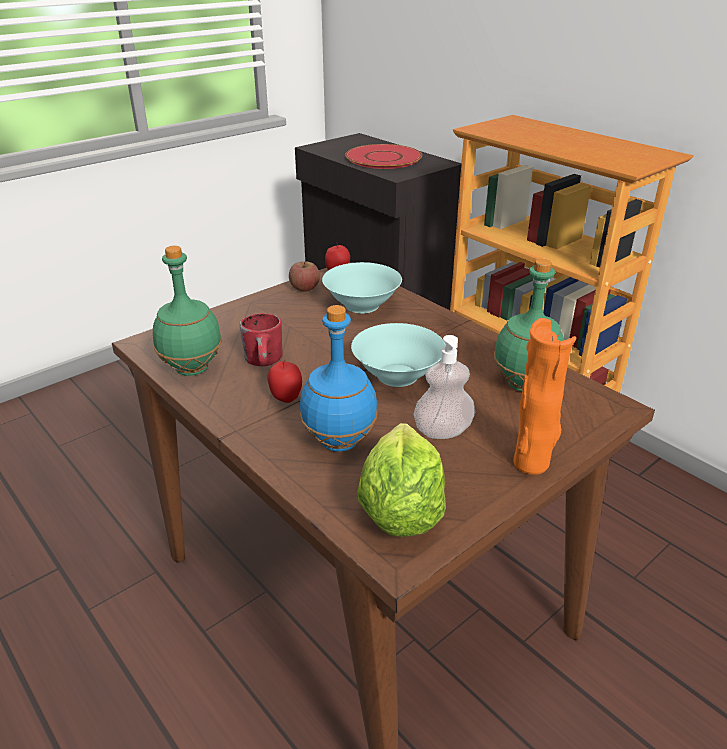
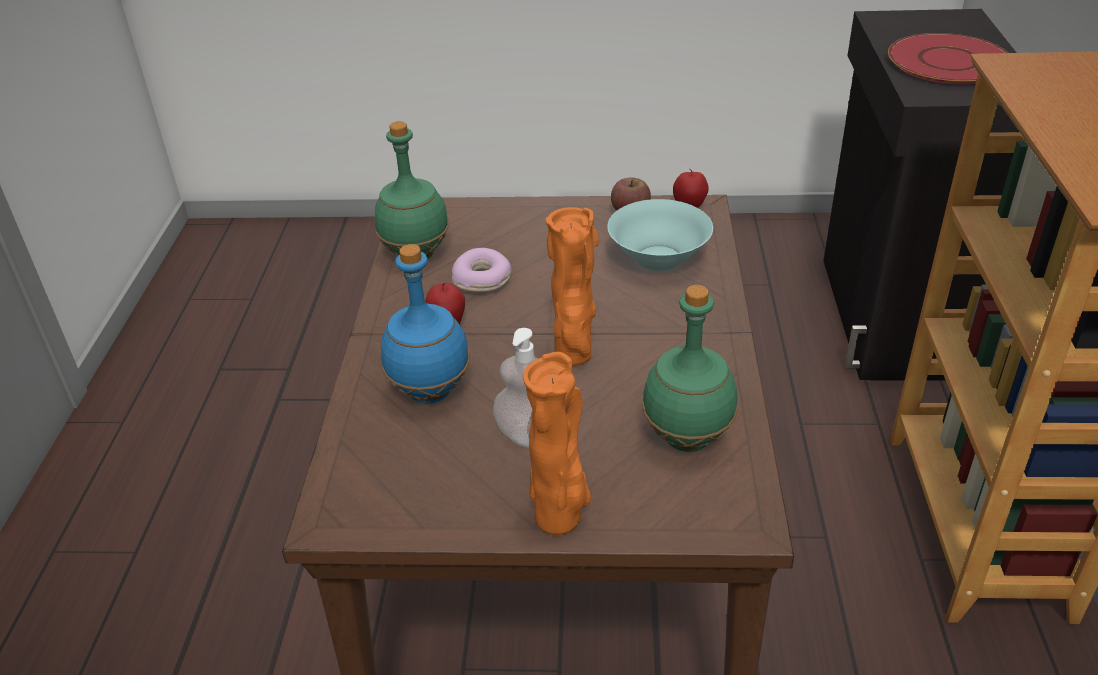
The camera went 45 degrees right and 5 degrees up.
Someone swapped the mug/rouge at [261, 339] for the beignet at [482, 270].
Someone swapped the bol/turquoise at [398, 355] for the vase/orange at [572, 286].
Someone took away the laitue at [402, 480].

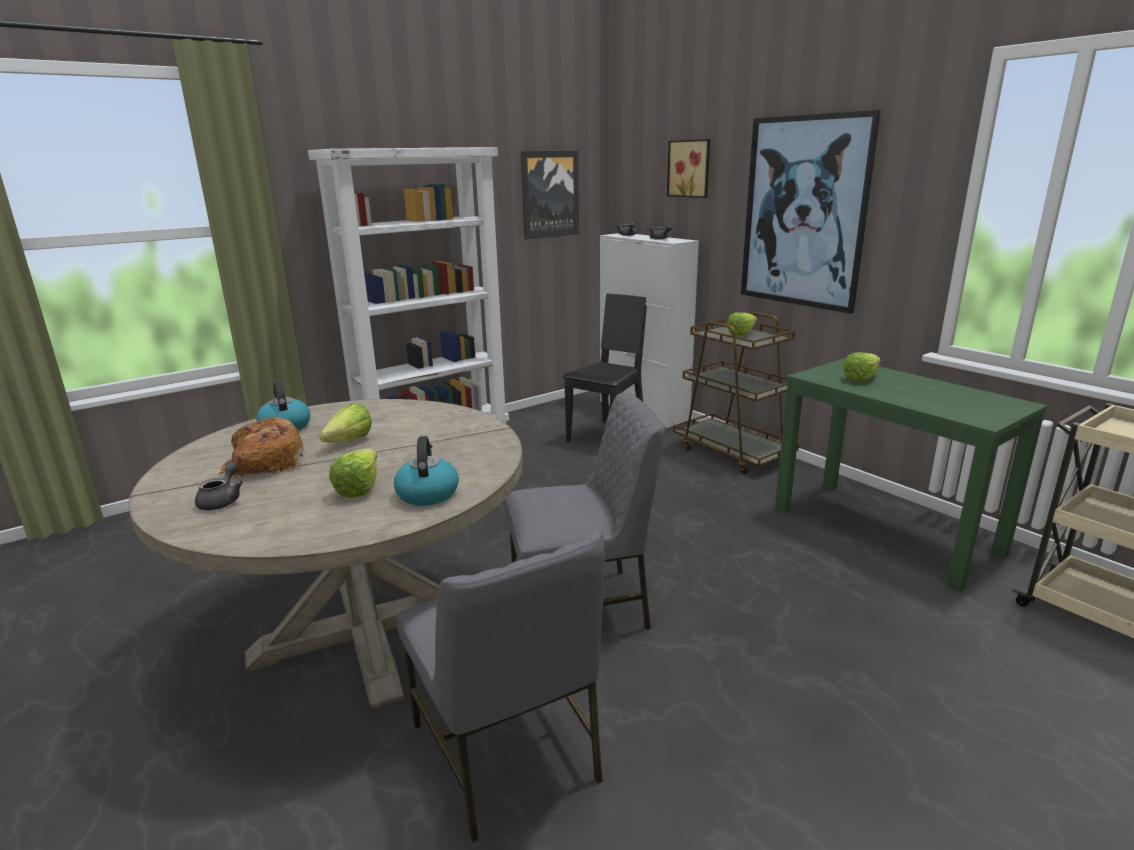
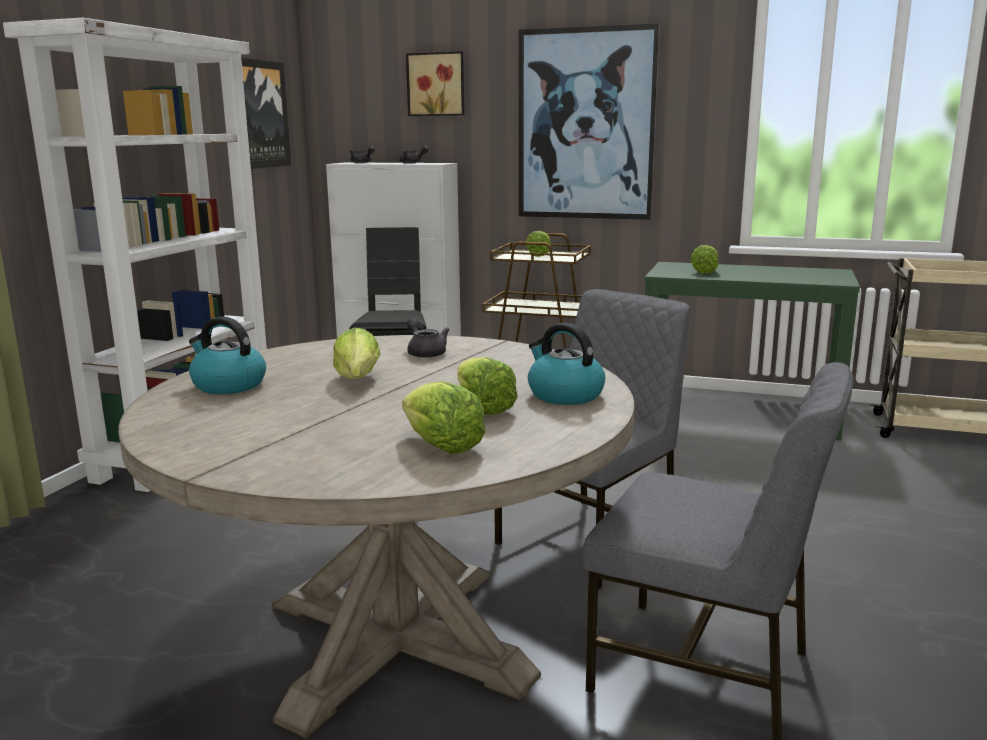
The camera went 35 degrees left and 5 degrees down.
Someone put down the laitue at [444, 417].
Someone carried the théière/gris from [219, 486] to [428, 338].
Someone took away the pain at [261, 447].

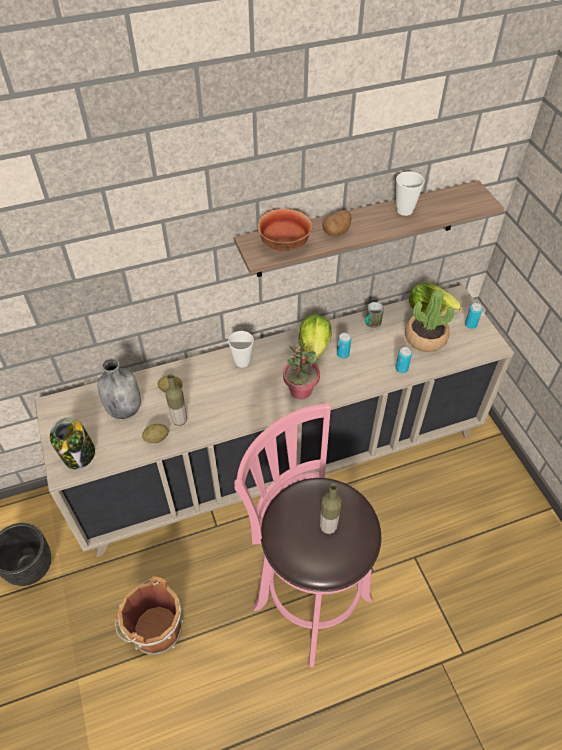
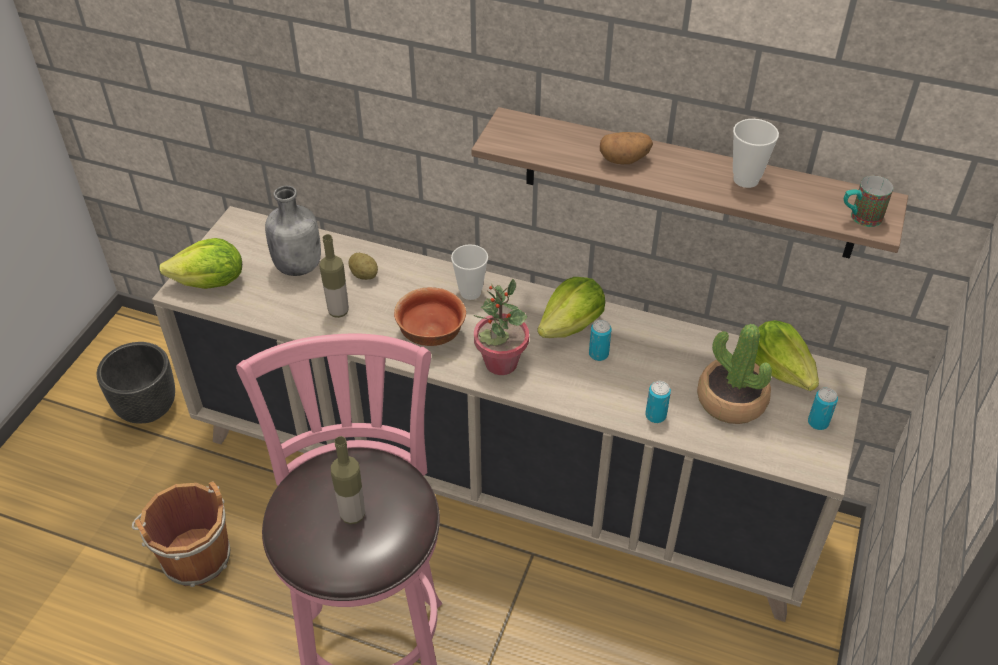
The camera went 40 degrees right and 5 degrees down.
Someone swapped the bocal at [72, 443] for the laitue at [200, 263].
Someone carried the bol from [285, 230] to [430, 316].
Someone carried the mug from [374, 315] to [868, 201].
Someone took away the pomme de terre at [155, 433].

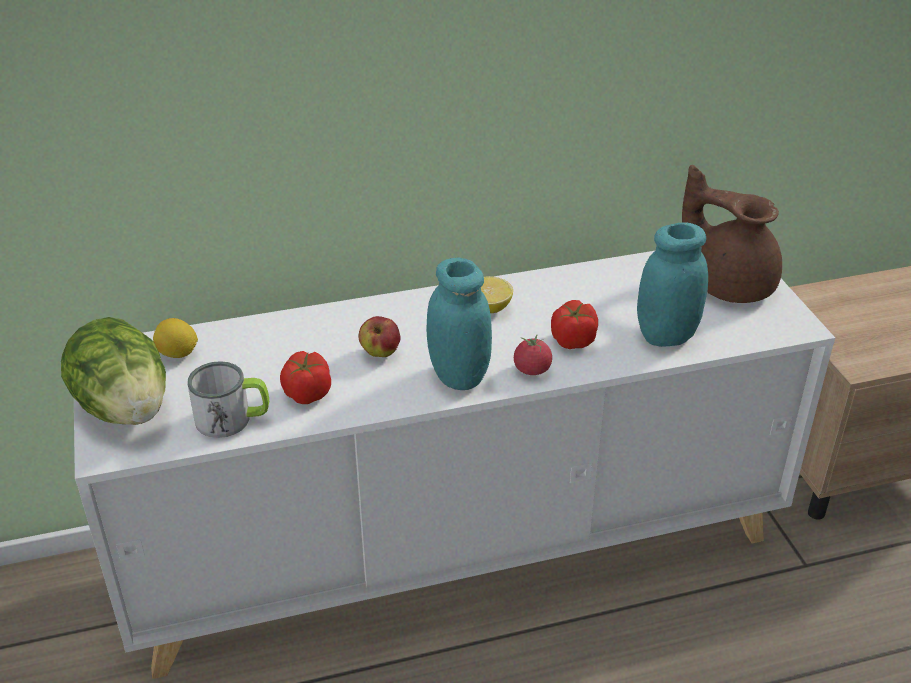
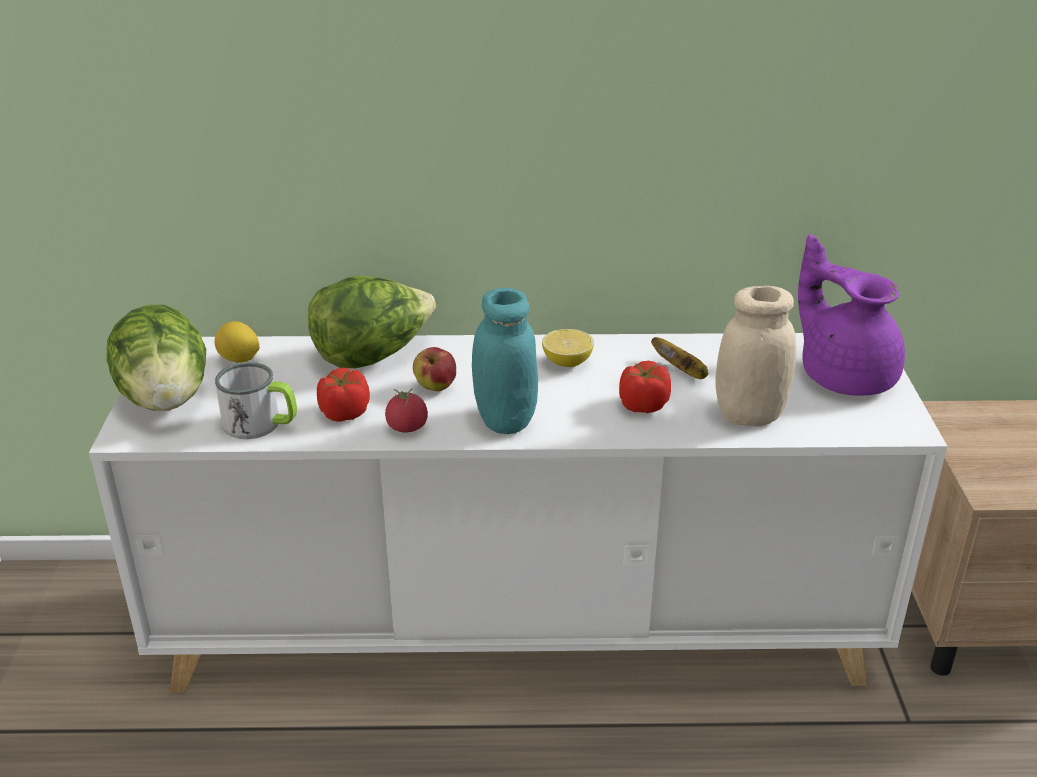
The camera went 15 degrees right and 5 degrees down.
Someone put down the laitue at [372, 321].
Someone carried the tomate from [533, 355] to [406, 410].
Someone put down the banane at [679, 358].
Someone repainted the bocal/turquoise at [672, 285], which became the bocal/beige at [755, 356].
Someone repainted the théière/marron at [732, 234], which became the théière/violet at [851, 315].

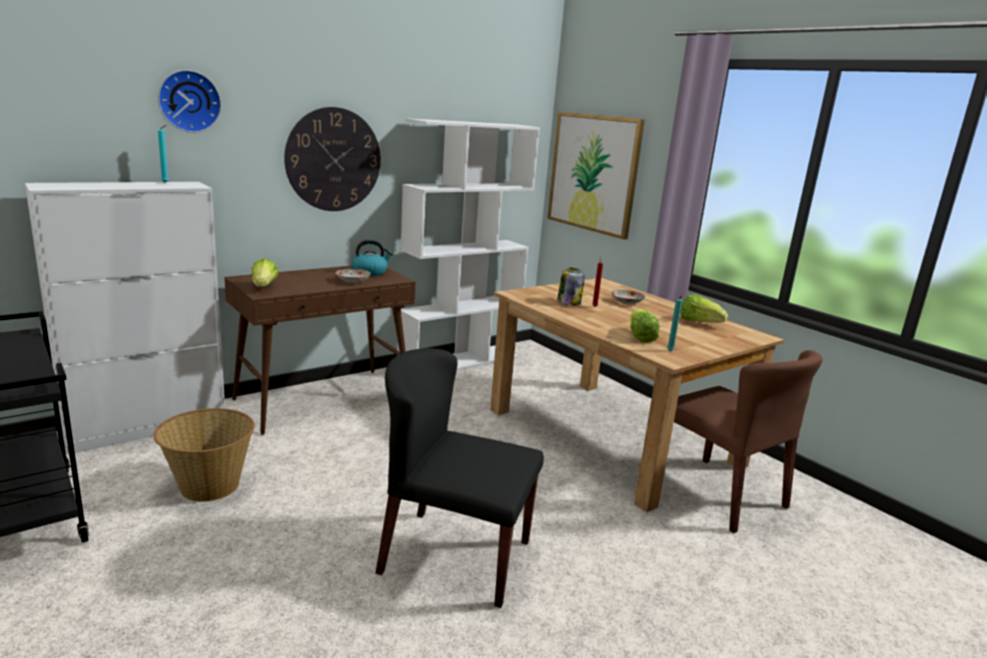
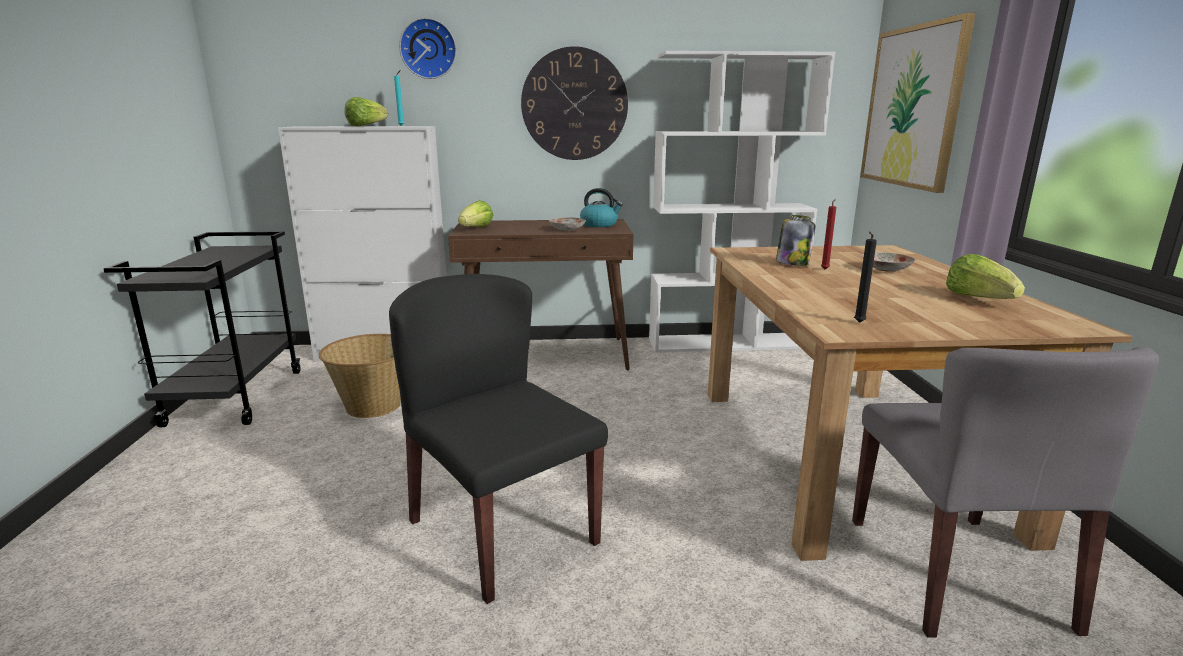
The camera went 35 degrees right and 0 degrees up.
Someone carried the laitue from [644, 326] to [366, 111].
Someone repainted the chaise/marron at [748, 441], which became the chaise/gris at [1005, 492].
Someone repainted the bougie/turquoise at [674, 323], which became the bougie/noir at [865, 277].

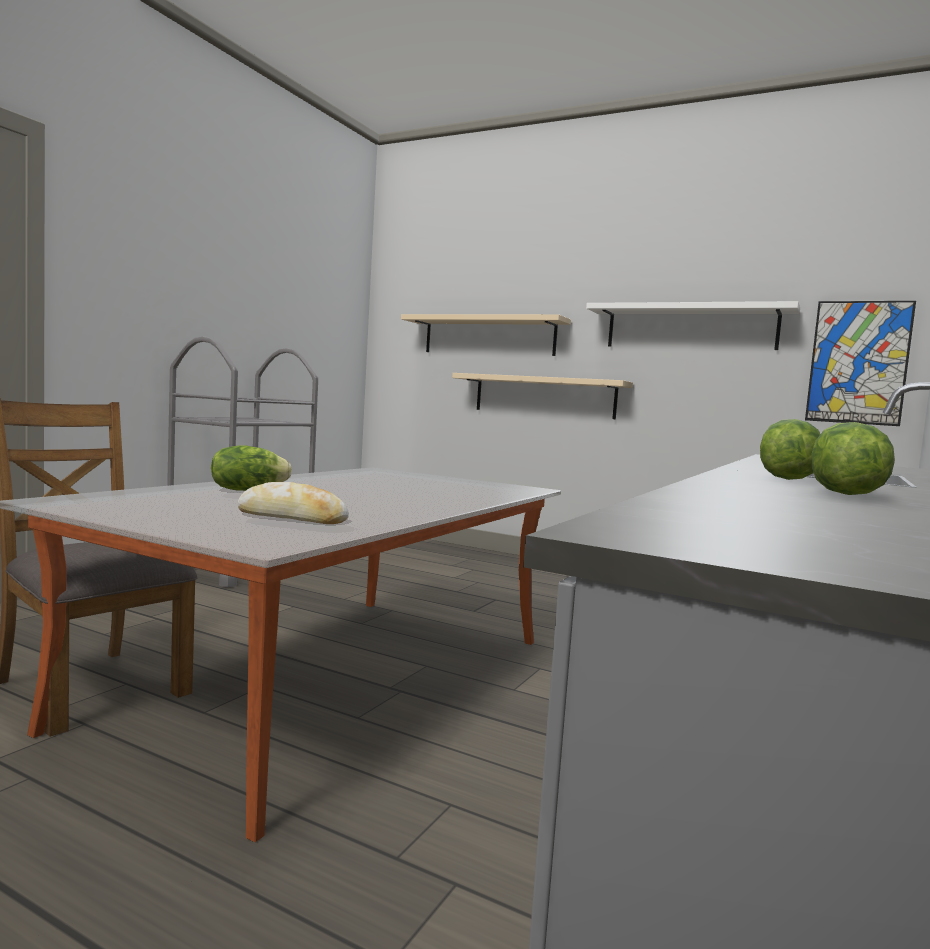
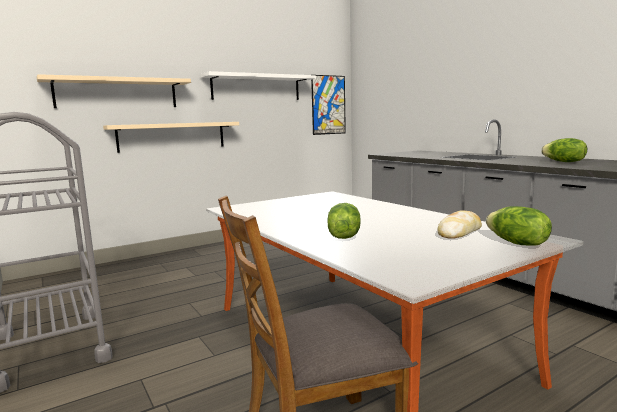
The camera went 60 degrees left and 5 degrees up.
Someone carried the laitue from [790, 449] to [519, 226].

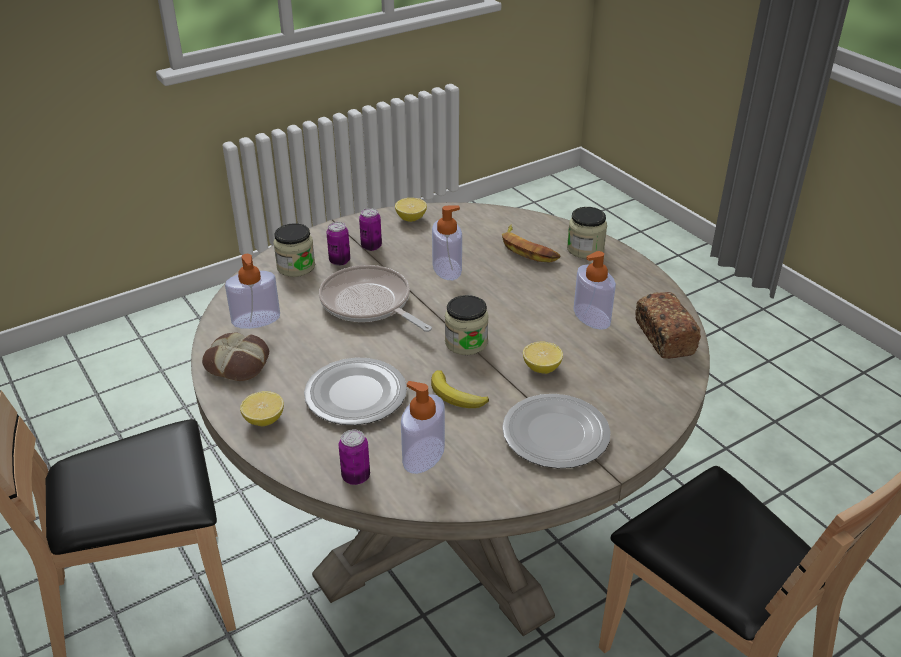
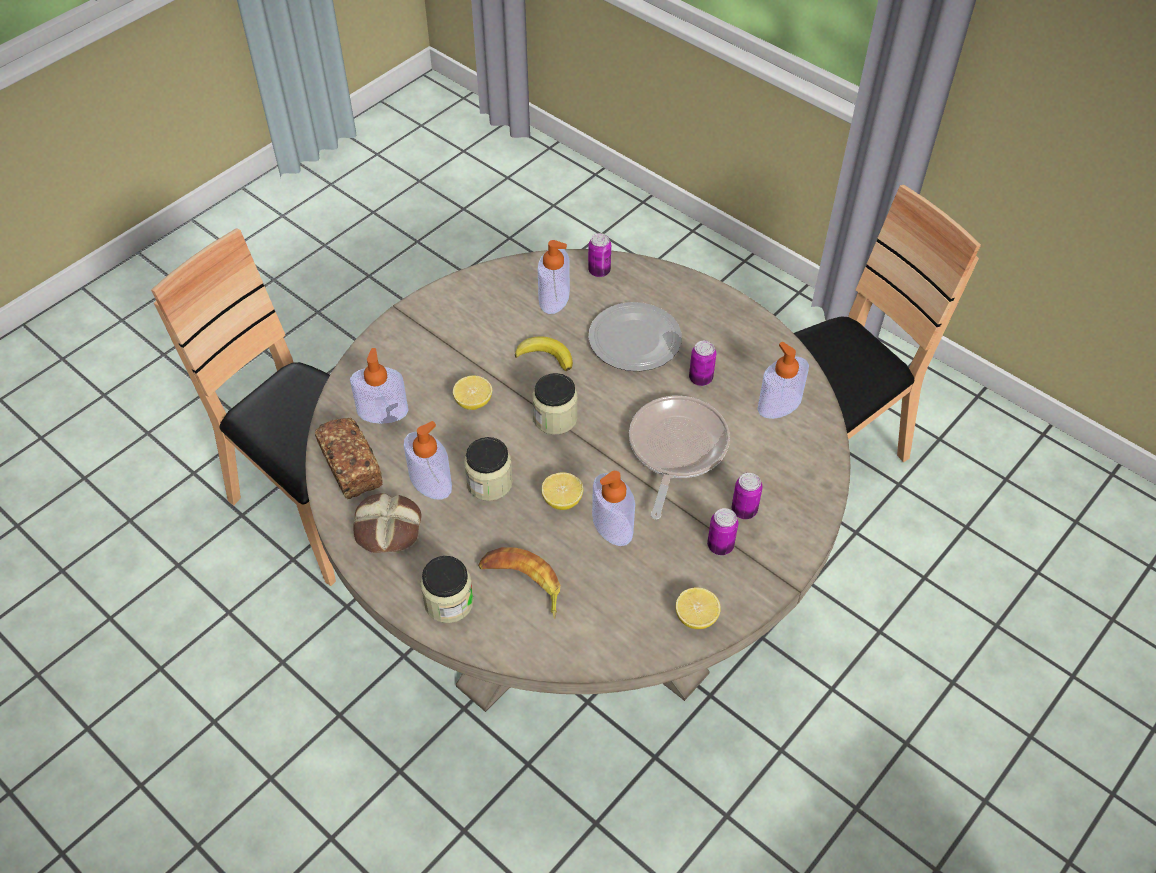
The camera went 165 degrees right and 15 degrees up.
Someone put down the distributeur de savon at [379, 386].
Someone carried the pain from [235, 356] to [387, 523].
Someone carried the bocal from [294, 250] to [488, 469].
Someone carried the citron from [262, 408] to [562, 491].
Someone rotated the poêle at [375, 298] by 105 degrees counterclockwise.
Someone put down the boîte métallique at [702, 363].
Someone took away the assiette at [556, 431].

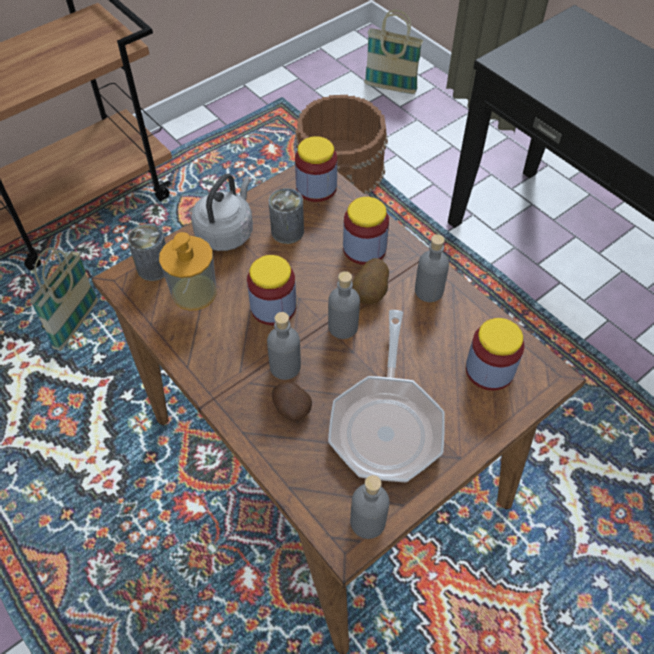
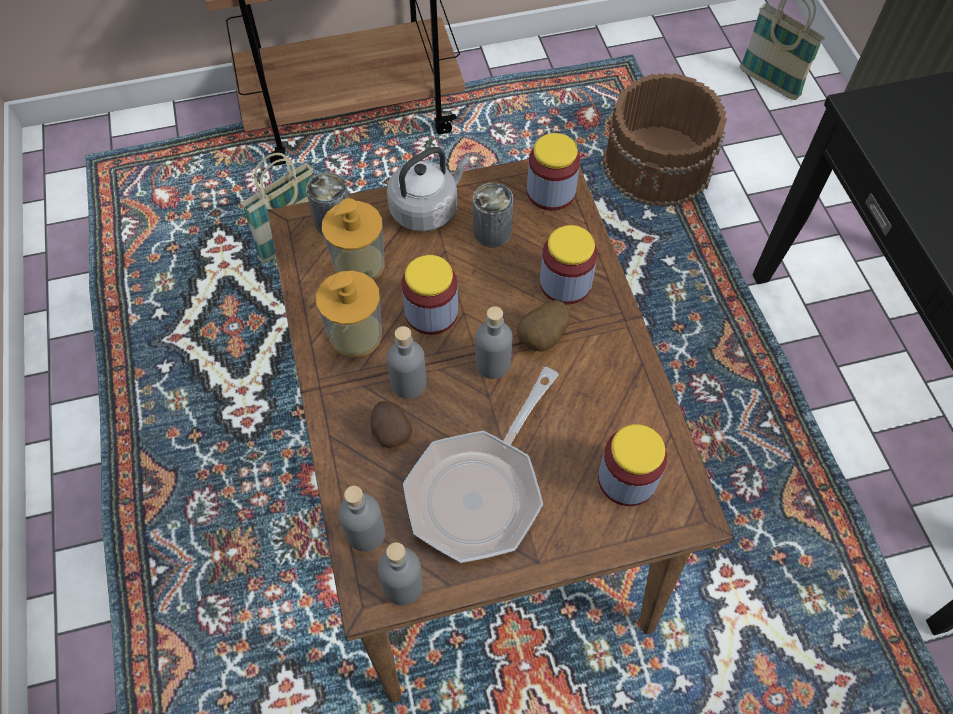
The camera went 25 degrees right and 5 degrees up.
Someone put down the distributeur de savon at [349, 314].
Someone carried the bouteille/gris from [432, 268] to [362, 519].

